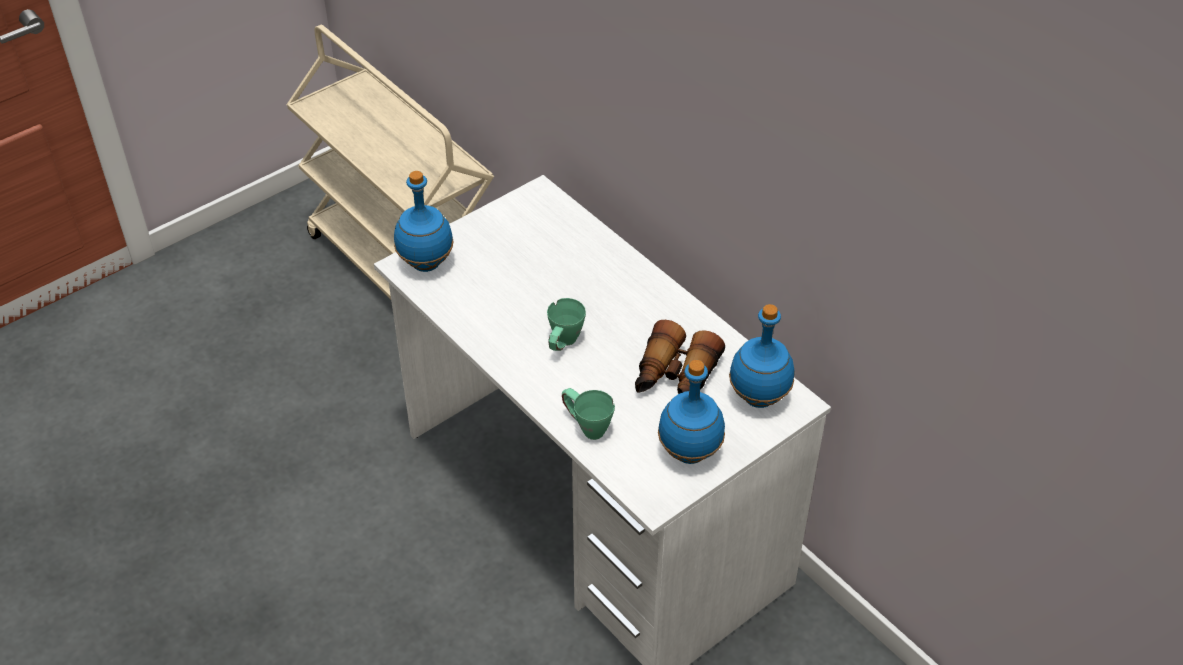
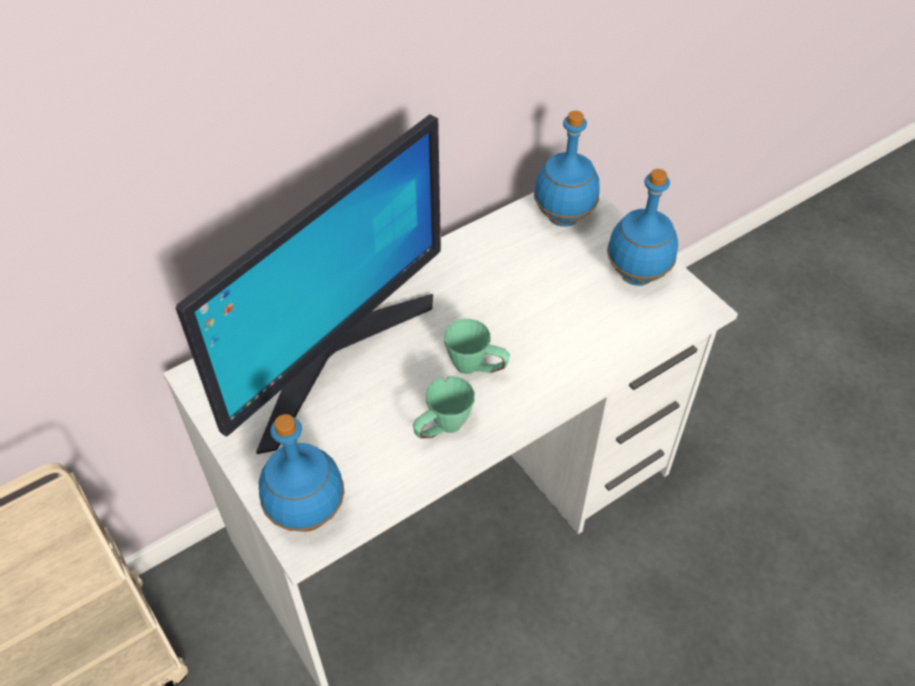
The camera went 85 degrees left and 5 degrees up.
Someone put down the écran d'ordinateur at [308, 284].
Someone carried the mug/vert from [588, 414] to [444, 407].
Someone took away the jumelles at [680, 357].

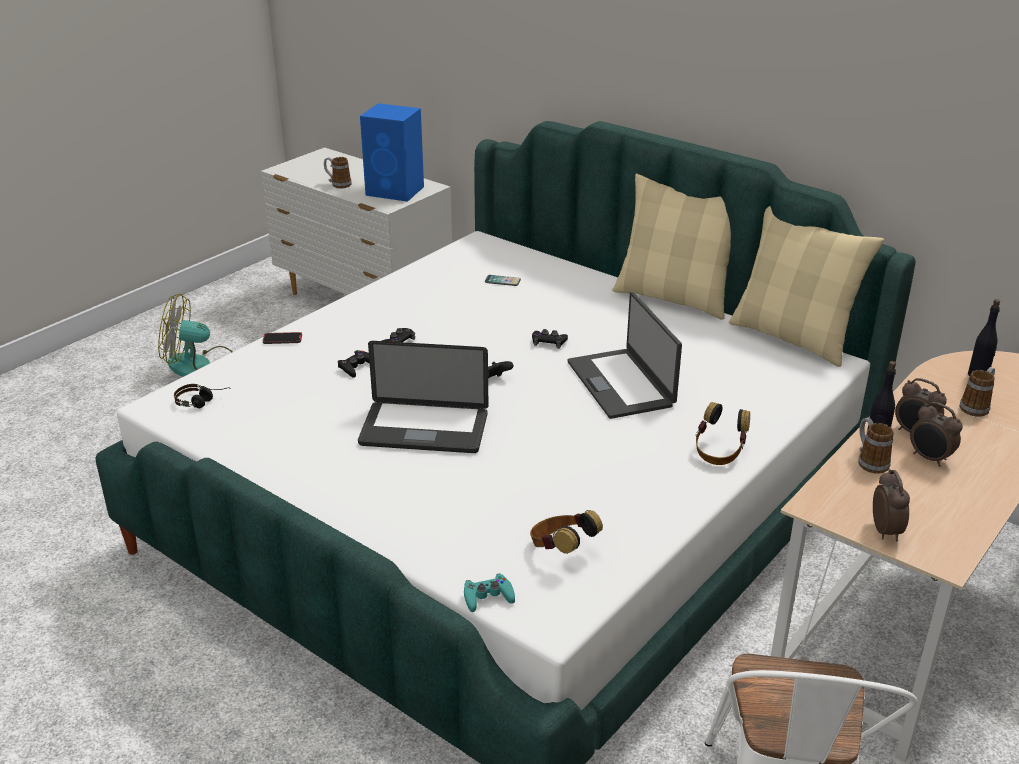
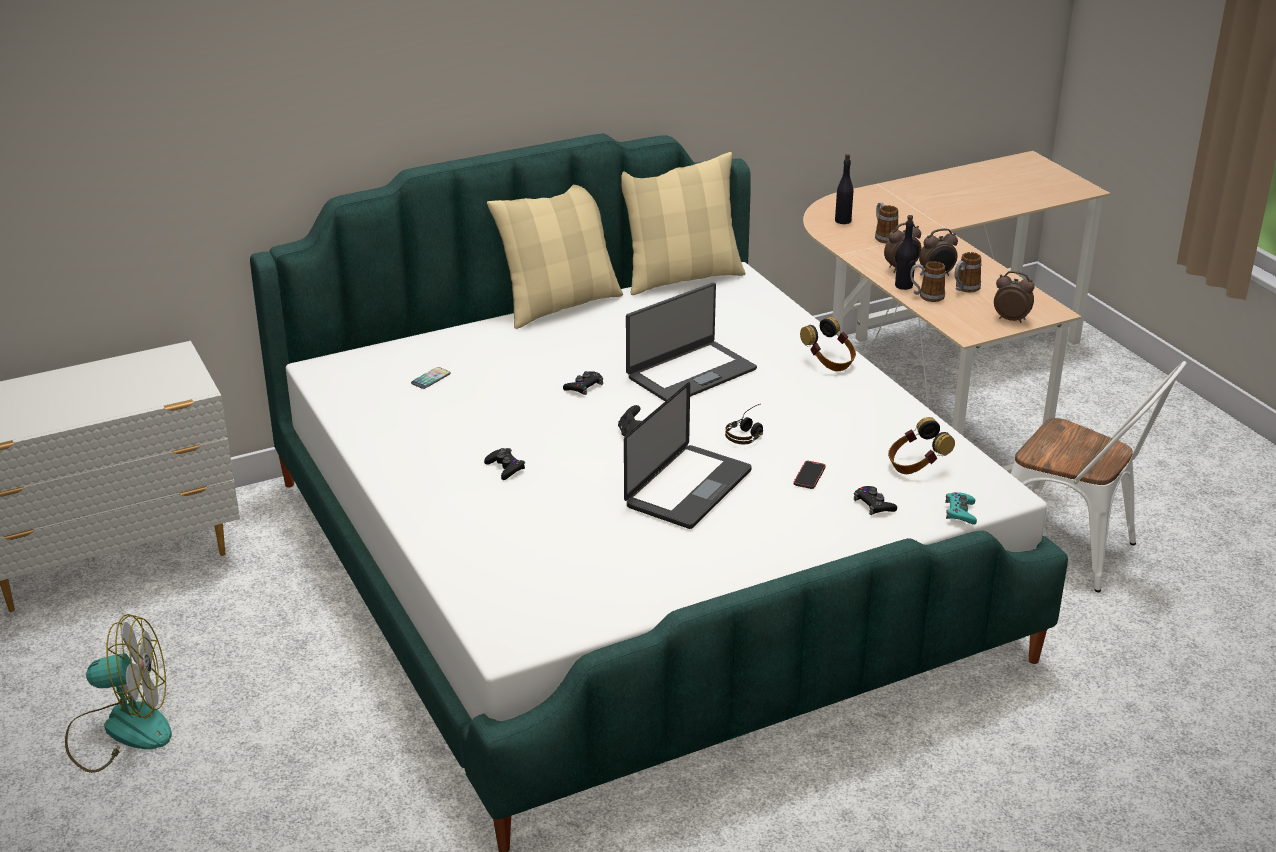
The camera went 65 degrees left and 0 degrees up.
Someone rotated the ventilateur at [195, 335] by 120 degrees counterclockwise.
Someone rotated the ordinateur portable at [624, 355] by 45 degrees counterclockwise.
Someone carried the casque audio from [202, 396] to [744, 424].
Someone carried the téléphone from [282, 338] to [810, 475].
Someone carried the manette/noir from [353, 364] to [875, 500].
Someone carried the mug from [338, 172] to [968, 272].
Someone took away the enceinte/bleu at [392, 152].

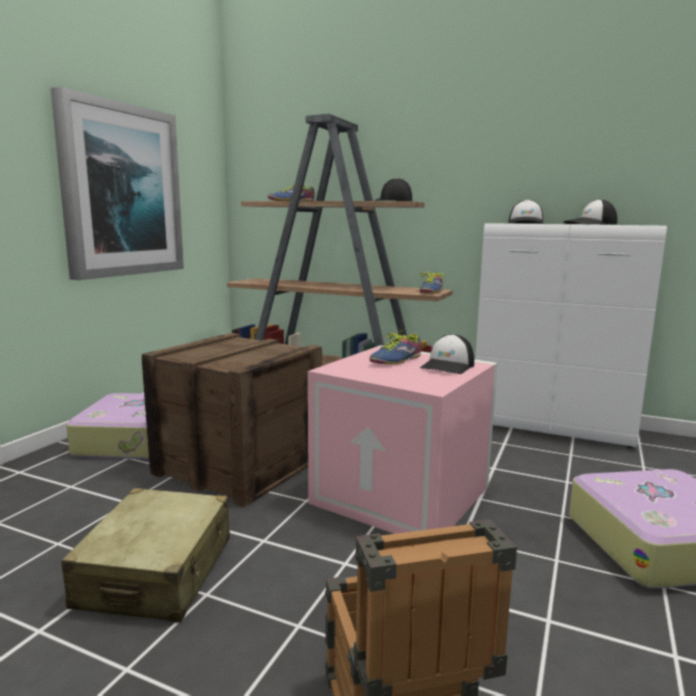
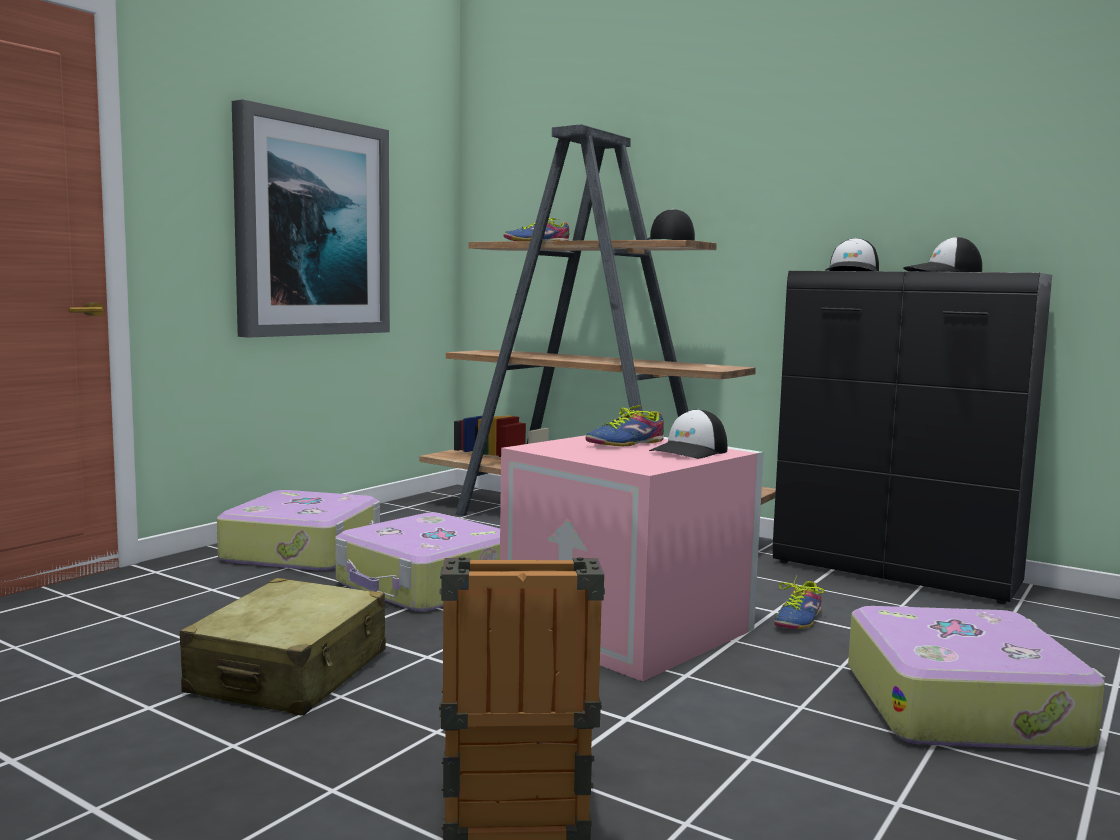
The camera went 10 degrees right and 5 degrees down.
Someone swapped the caisse at [231, 420] for the valise at [417, 562].
Someone repainted the meuble de rangement/blanc at [571, 336], which became the meuble de rangement/noir at [912, 437].
Someone carried the chaussure from [432, 281] to [799, 602].

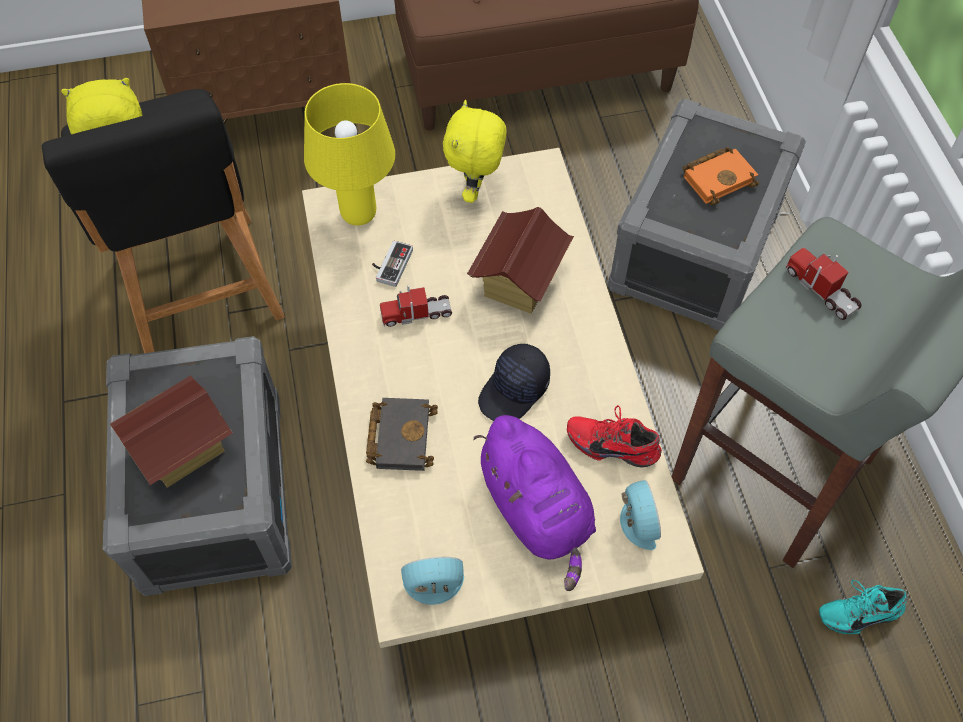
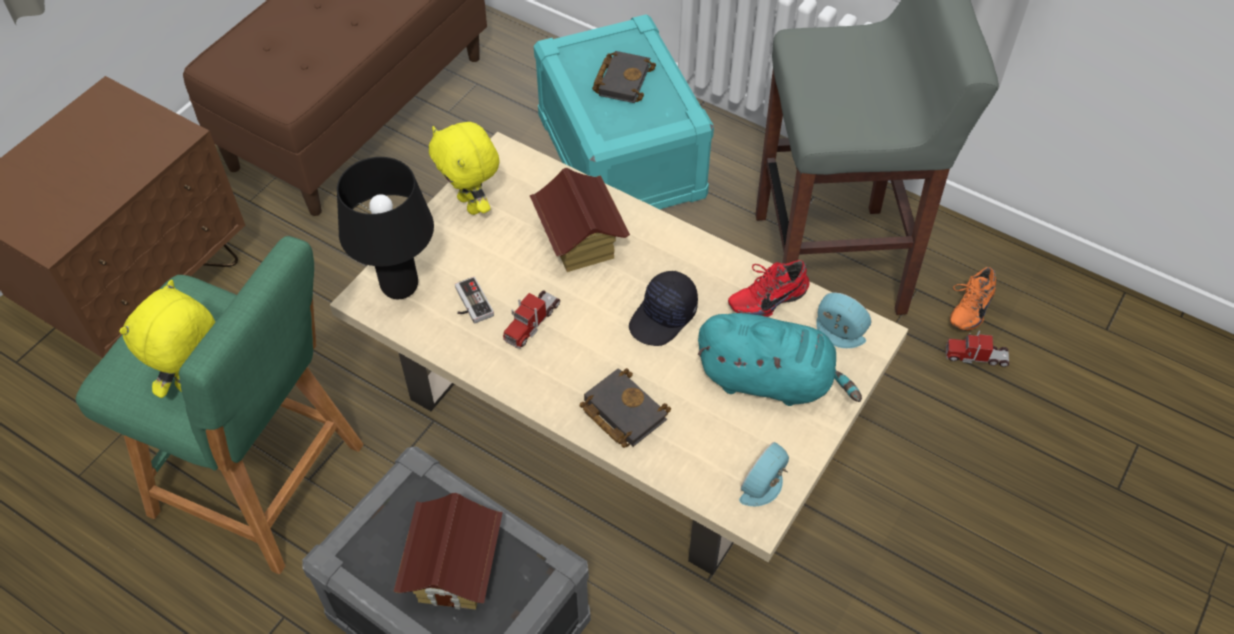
The camera went 45 degrees left and 5 degrees down.
Someone repainted the tabouret/noir at [163, 221], which became the tabouret/vert at [219, 405].
Someone repainted the lampe de table/jaune at [349, 154], which became the lampe de table/noir at [385, 228].
Someone repainted the boîte de rangement/gris at [707, 215], which became the boîte de rangement/turquoise at [624, 111].
Someone repainted the livre/orange at [721, 176], which became the livre/noir at [624, 77].
Someone rotated the casquette/noir at [514, 382] by 45 degrees clockwise.
Someone repainted the peluche/violet at [534, 503], which became the peluche/turquoise at [780, 359].
Someone carried the camion jouet from [823, 284] to [977, 348].
Someone repainted the chaussure/turquoise at [863, 607], which became the chaussure/orange at [973, 299].

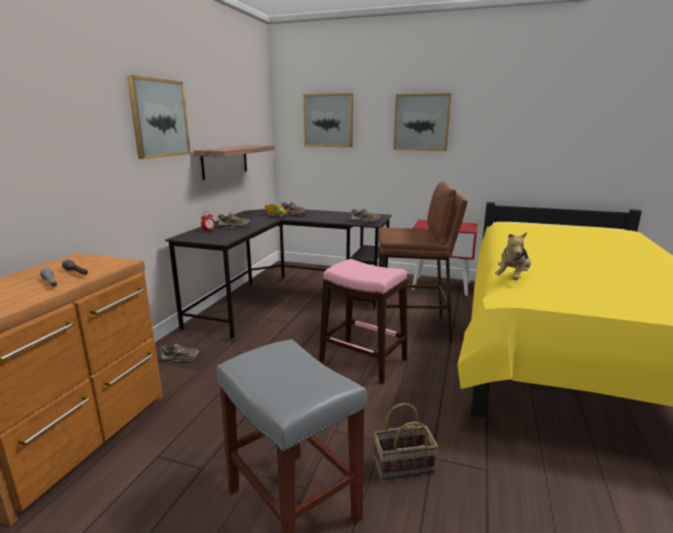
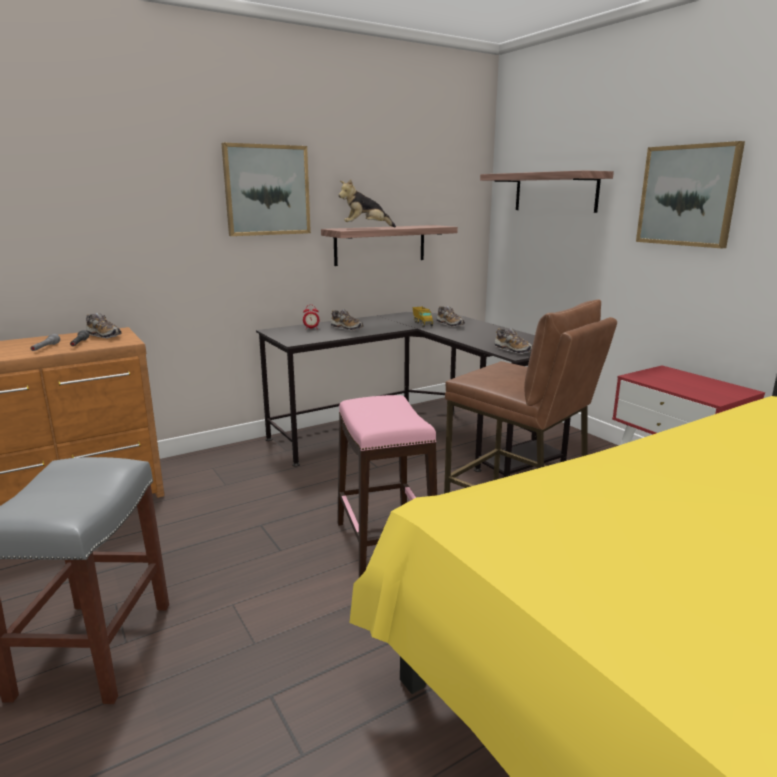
The camera went 40 degrees right and 0 degrees up.
Someone carried the chaussure from [179, 353] to [104, 326].
Someone carried the peluche from [513, 256] to [367, 203].
Someone swapped the tableau at [328, 120] for the étagère at [547, 191].
Someone took away the panier at [406, 441].

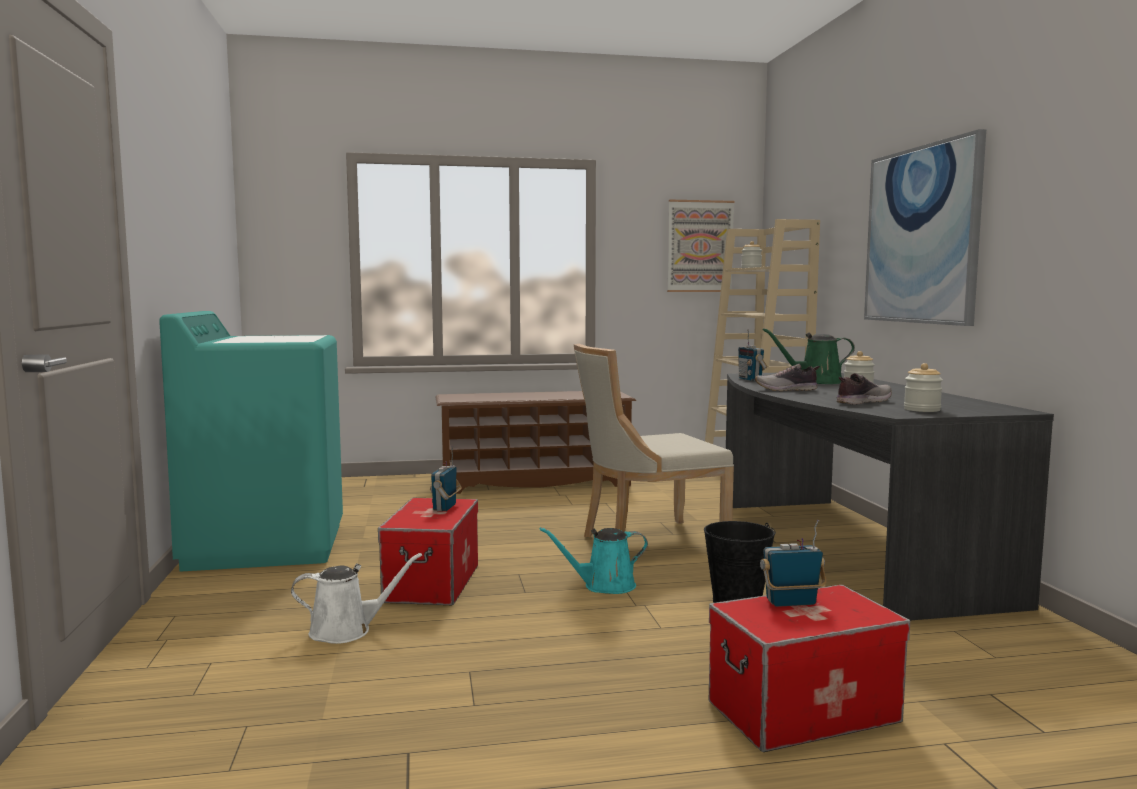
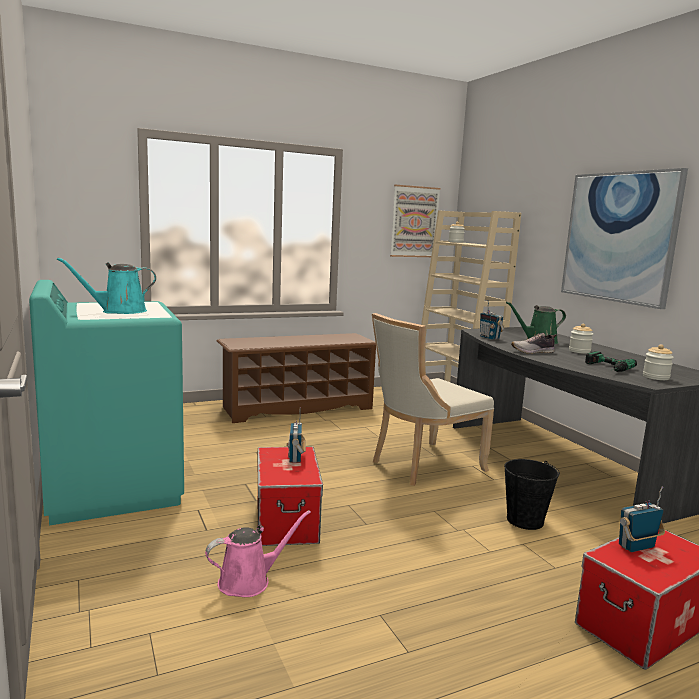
The camera went 15 degrees left and 5 degrees up.
Someone carried the arrosoir/turquoise from [594, 560] to [106, 285].
Someone repainted the arrosoir/blanc at [356, 598], which became the arrosoir/rose at [258, 553].
Someone swapped the chaussure at [864, 389] for the perceuse at [611, 361].

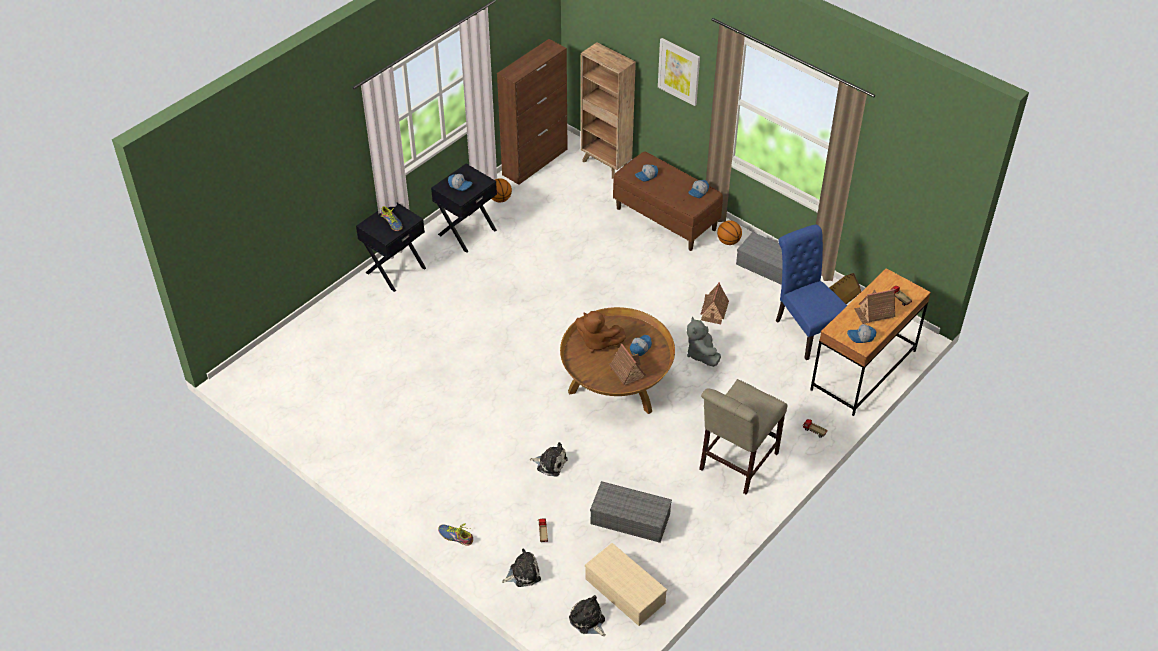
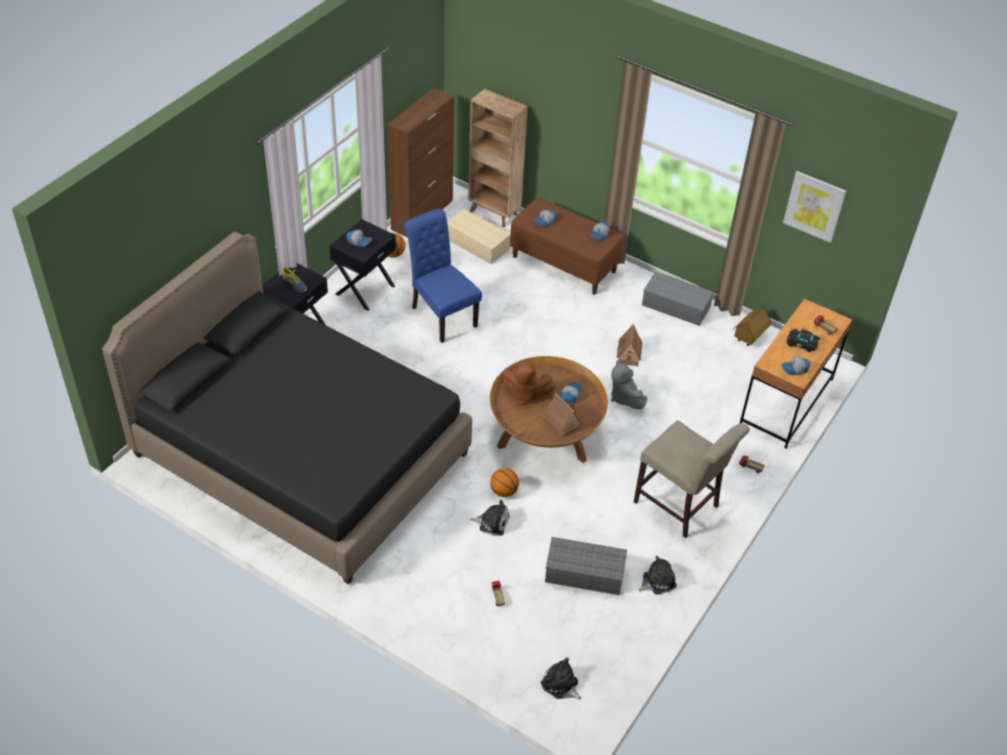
The camera went 10 degrees left and 0 degrees up.
Someone put down the lit/noir at [287, 408].
Someone carried the chaise/bleu from [811, 292] to [442, 276].
Someone carried the boîte de rangement/beige from [626, 584] to [478, 236].
Someone carried the ballon de basket from [729, 232] to [504, 482].
Someone rotated the chaise/beige at [743, 436] by 75 degrees counterclockwise.
Someone carried the peluche from [521, 568] to [658, 575].
Someone carried the tableau from [679, 72] to [814, 207].
Someone swapped the maison miniature at [874, 306] for the petite voiture/noir at [803, 339].
Someone took away the chaussure at [455, 535].

